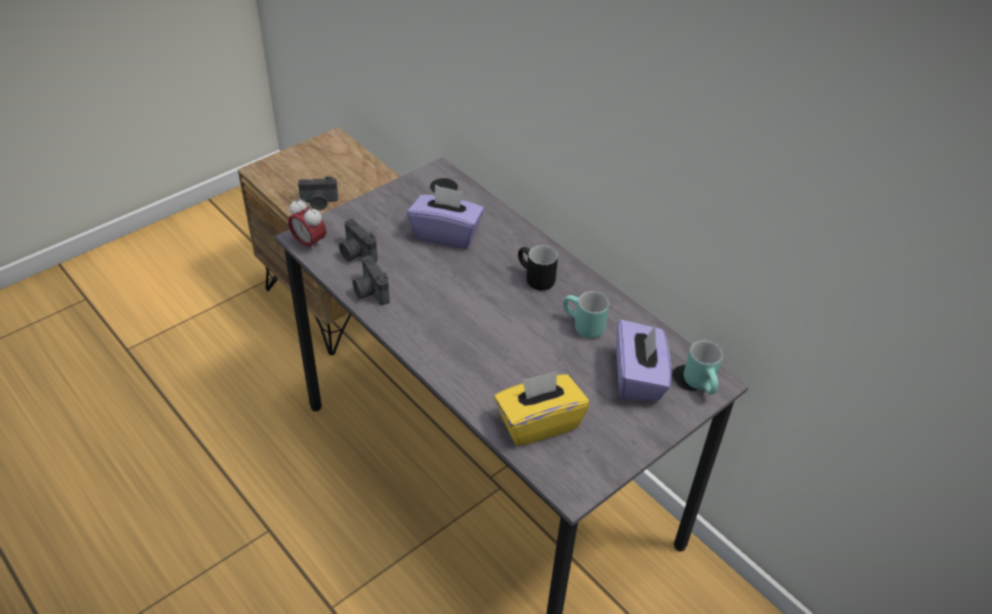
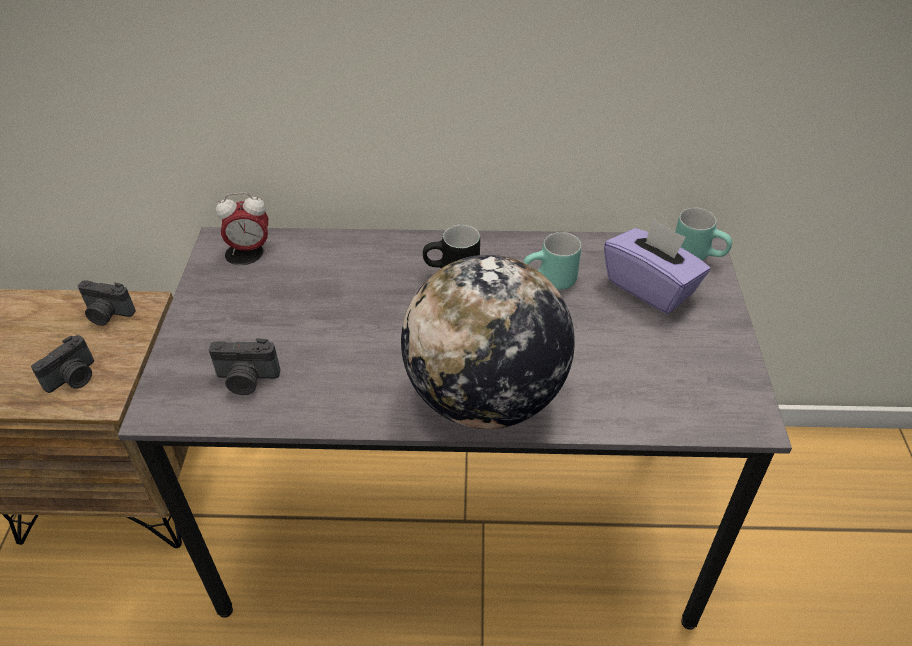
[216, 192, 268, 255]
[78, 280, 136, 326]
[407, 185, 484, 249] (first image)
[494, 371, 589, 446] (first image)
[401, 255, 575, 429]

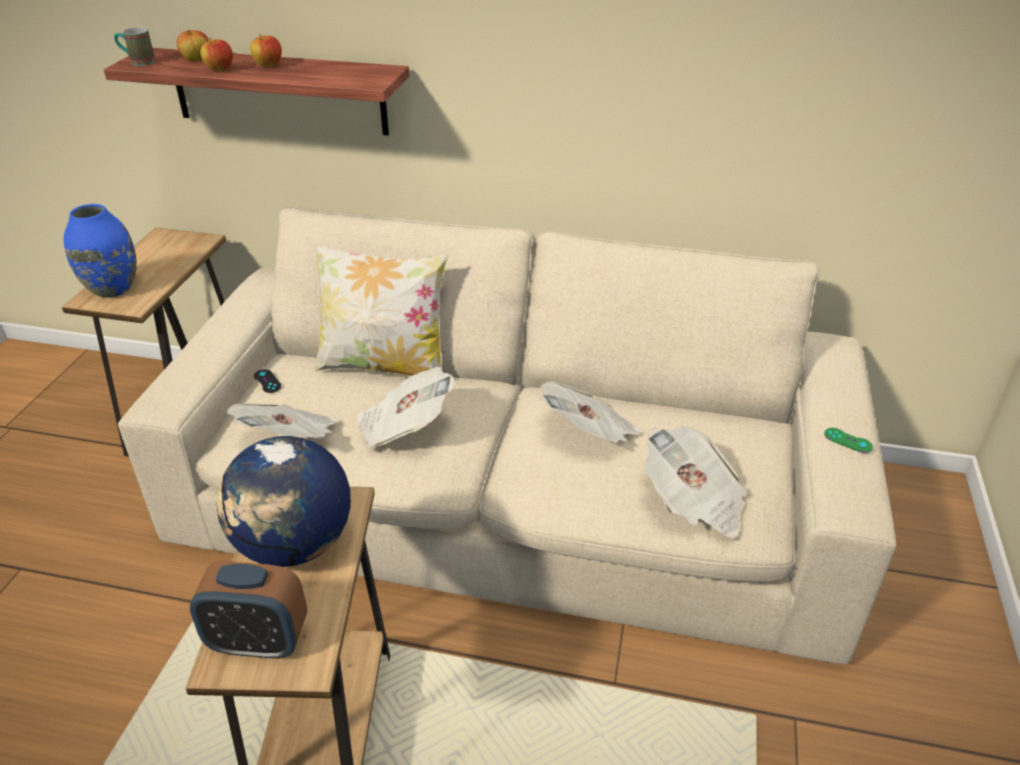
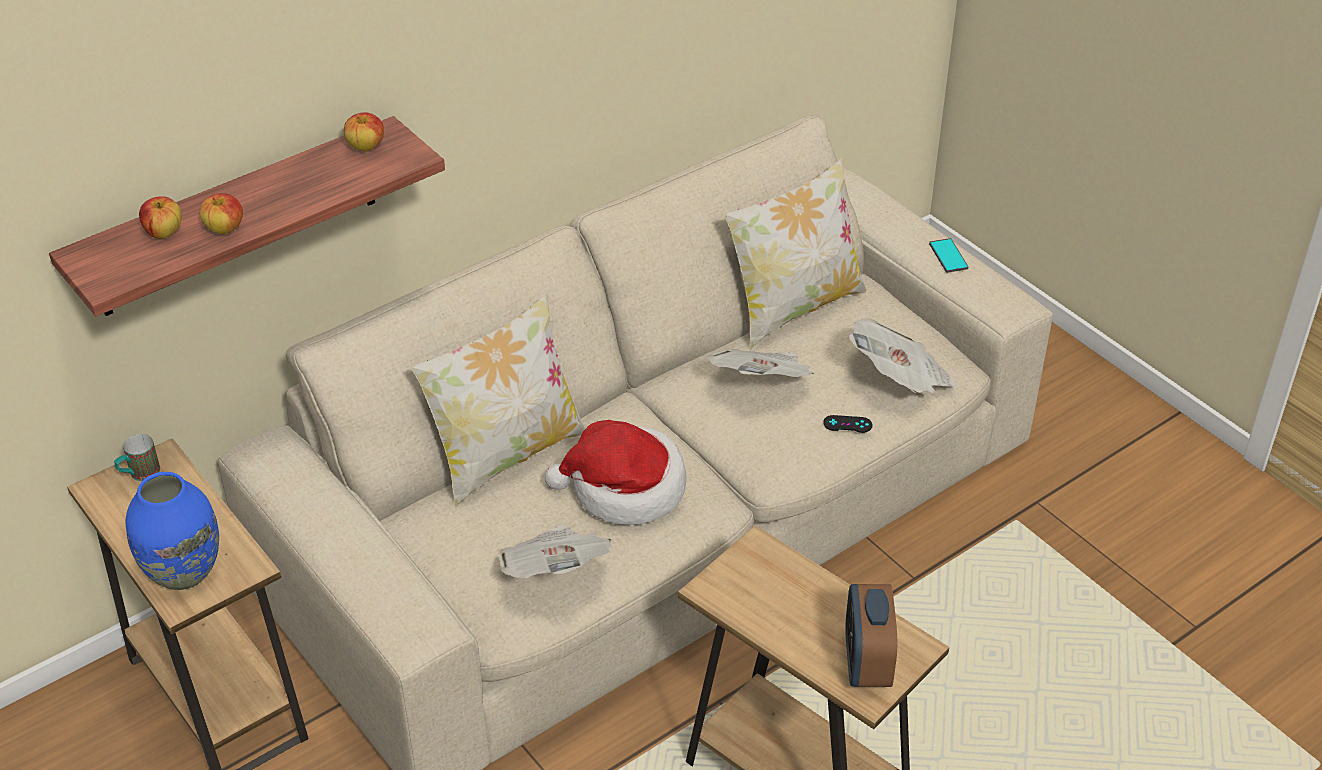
[114, 434, 160, 481]
[846, 584, 897, 687]
[217, 436, 351, 567] (first image)
[344, 112, 384, 152]
[823, 415, 873, 433]
[545, 420, 686, 525]
[929, 238, 968, 273]
[724, 157, 866, 348]

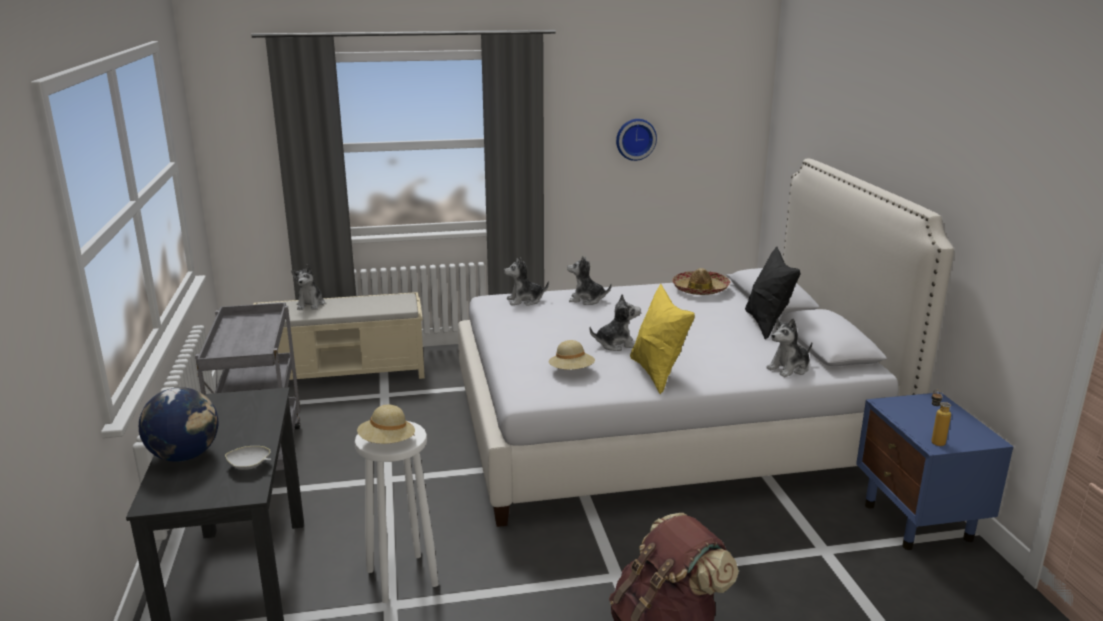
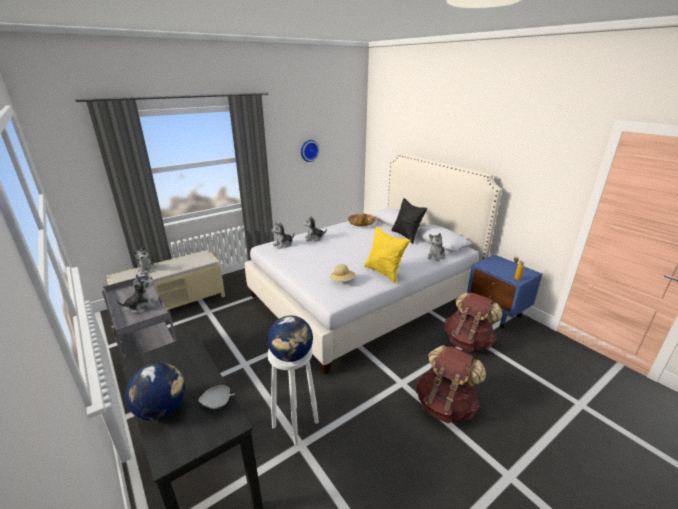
[268, 316, 313, 362]
[117, 274, 156, 313]
[444, 292, 502, 351]

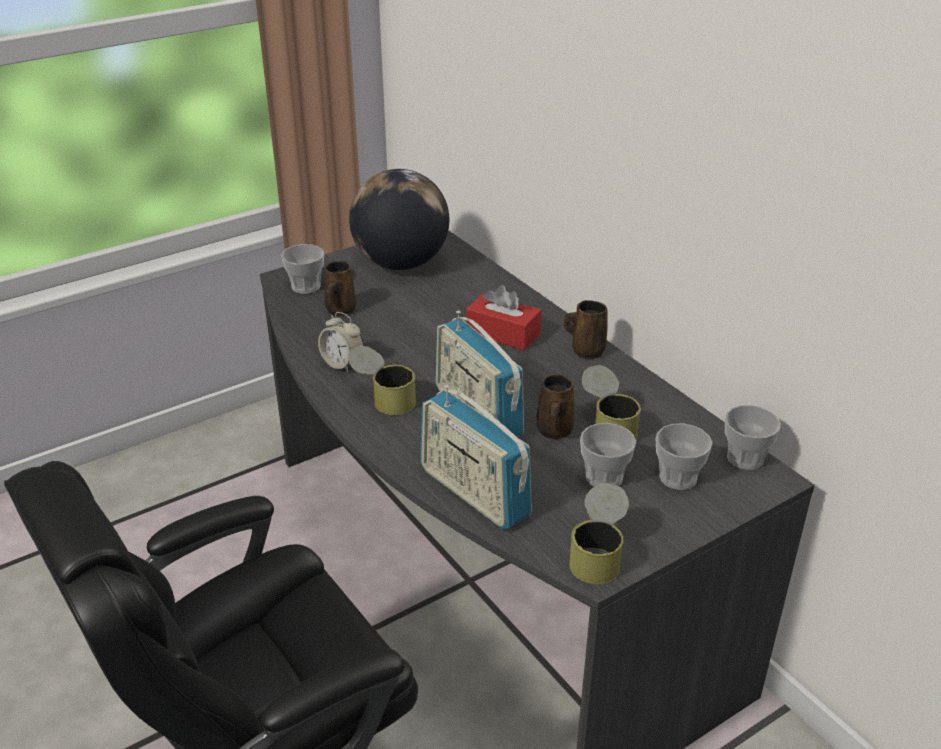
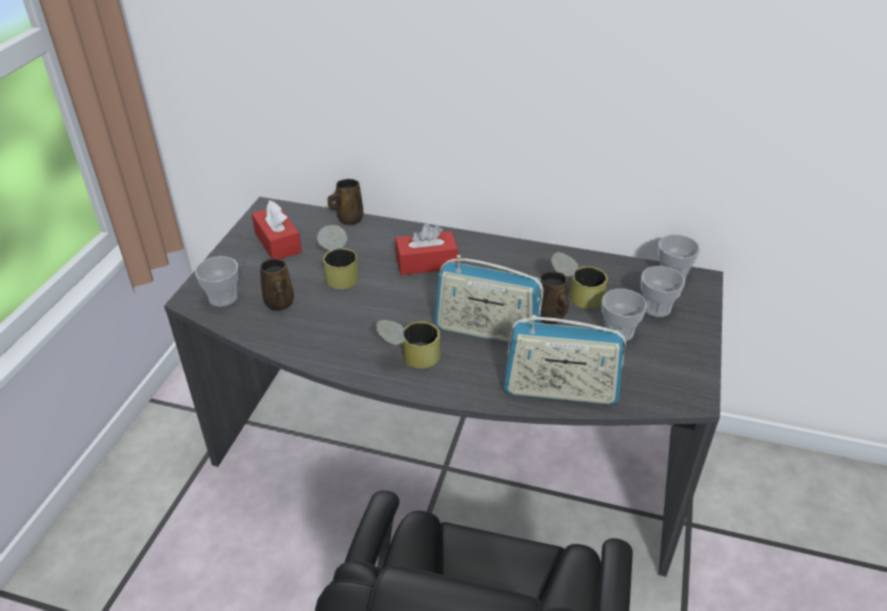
[318, 312, 364, 372] (first image)
[252, 200, 302, 259]
[328, 179, 363, 225]
[317, 225, 359, 289]

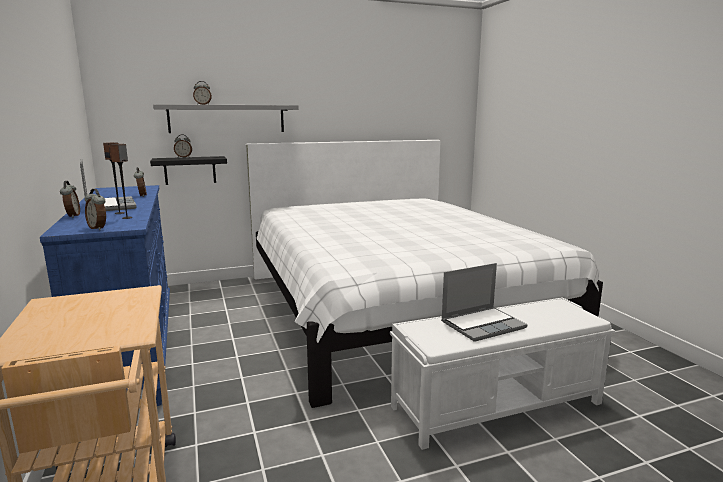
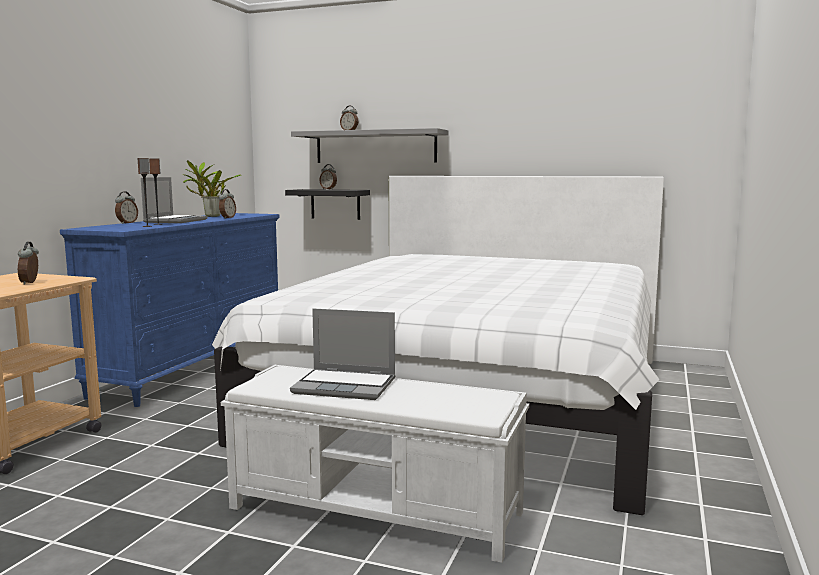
[18, 242, 39, 285]
[182, 160, 242, 217]

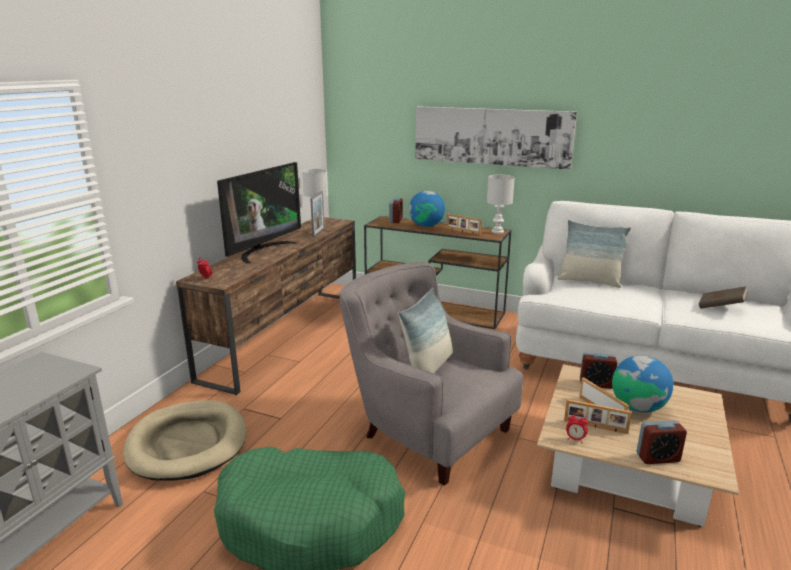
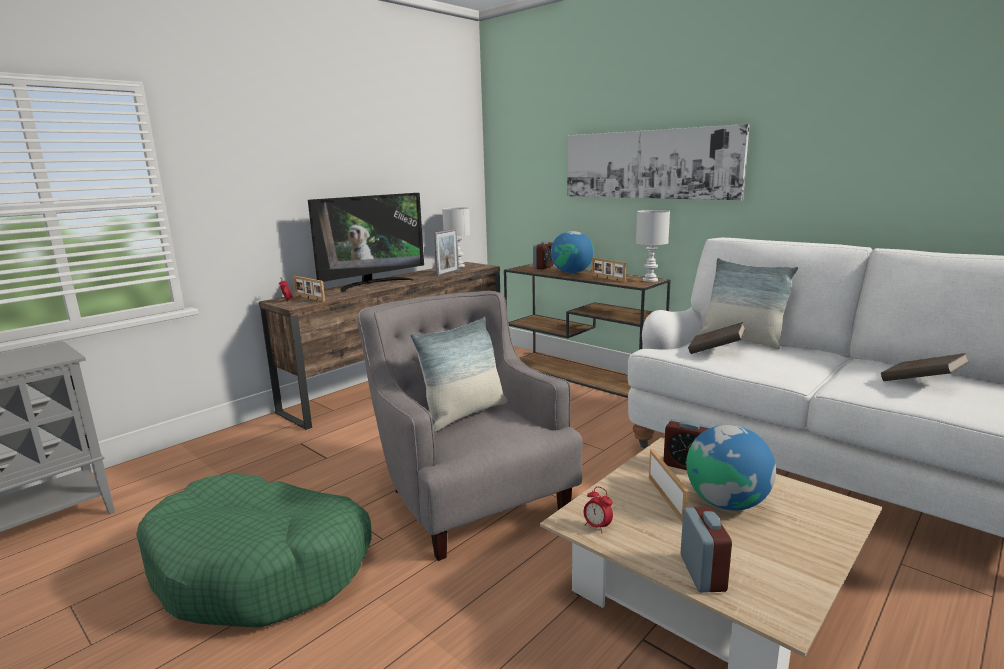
[123, 400, 247, 480] (first image)
[293, 276, 325, 302]
[681, 507, 732, 593]
[688, 322, 746, 354]

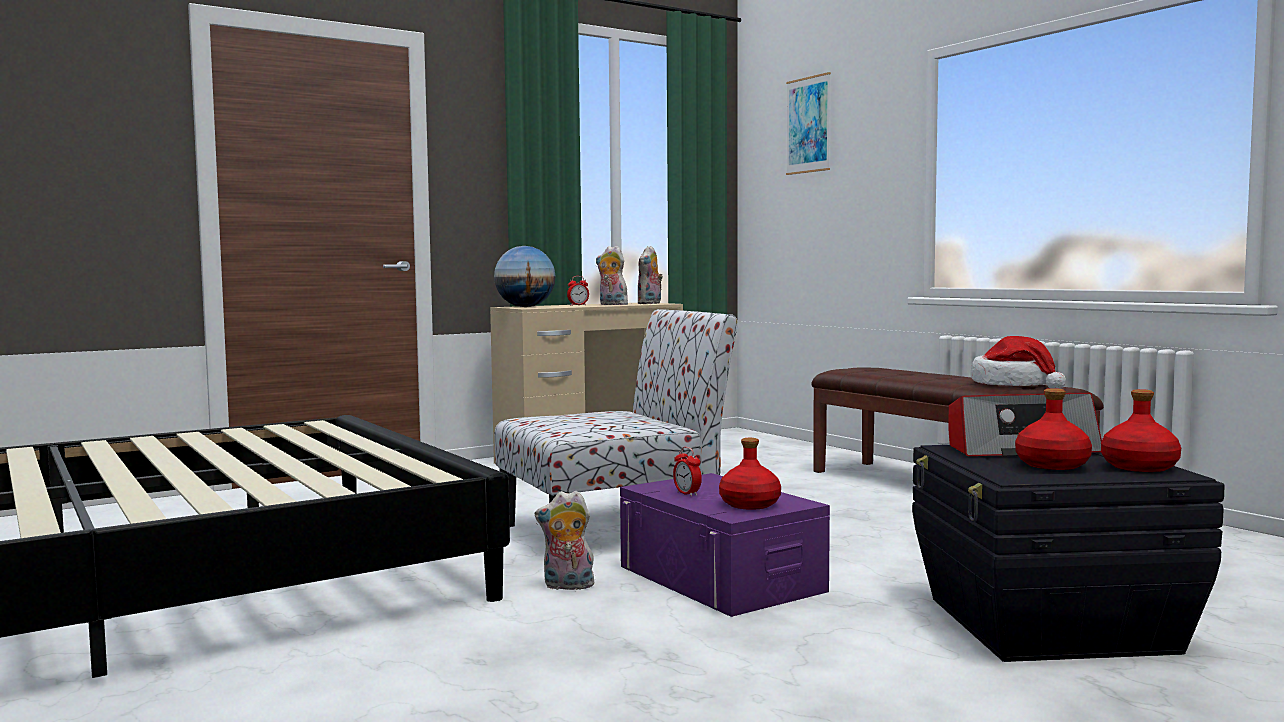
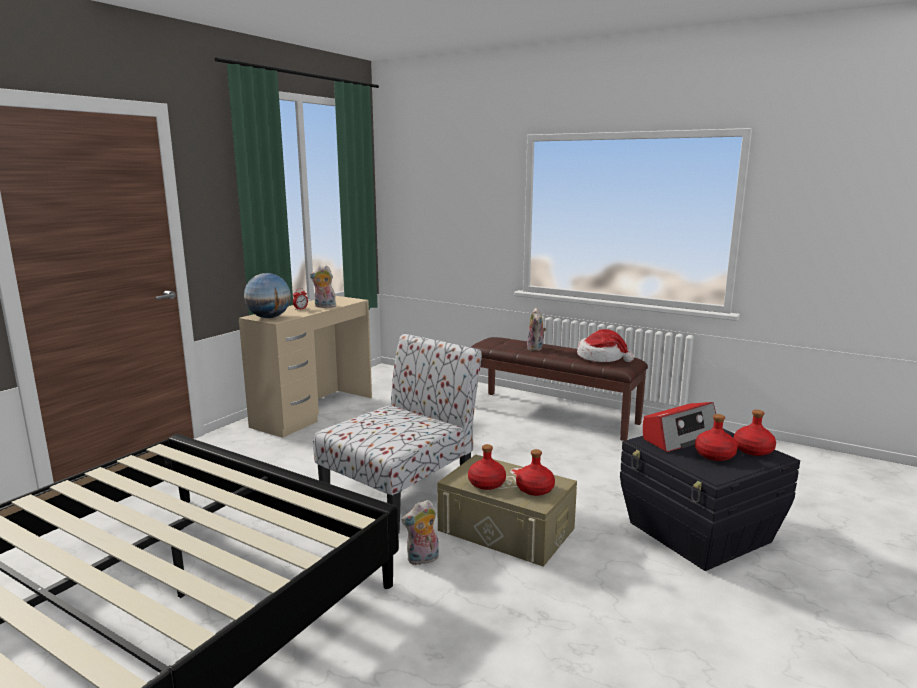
[437, 454, 577, 567]
[526, 307, 546, 351]
[468, 444, 506, 490]
[786, 72, 831, 175] (first image)

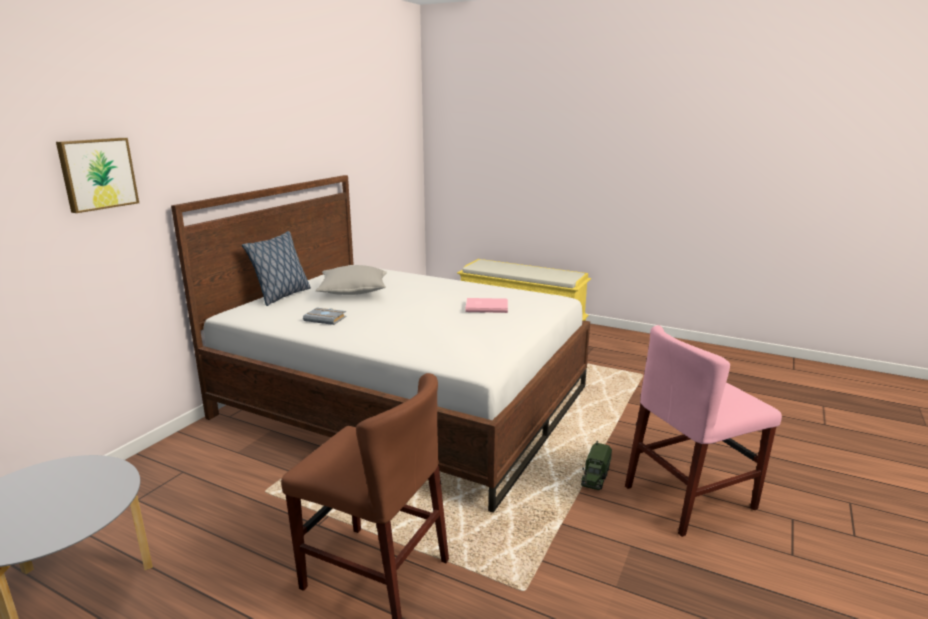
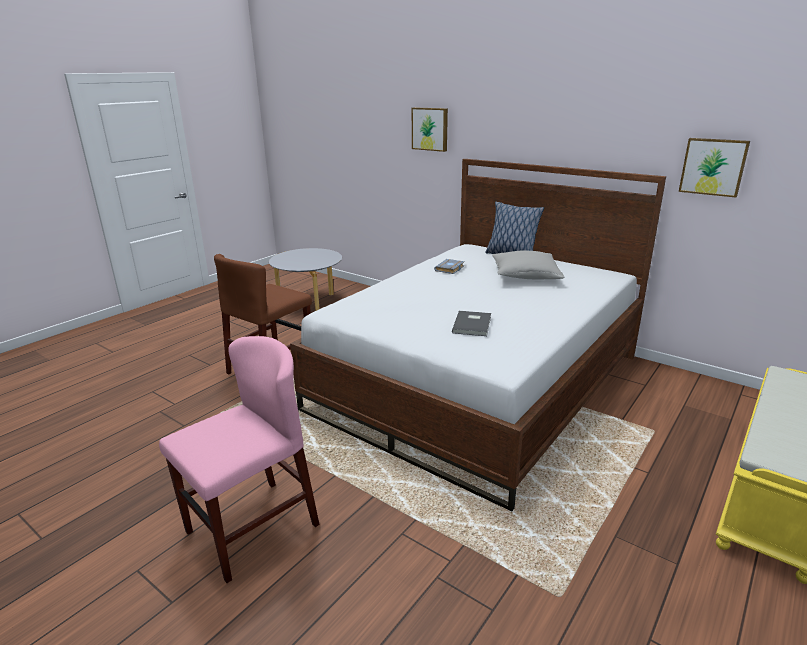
[452, 311, 491, 336]
[581, 441, 612, 490] (first image)
[159, 336, 319, 583]
[679, 138, 750, 198]

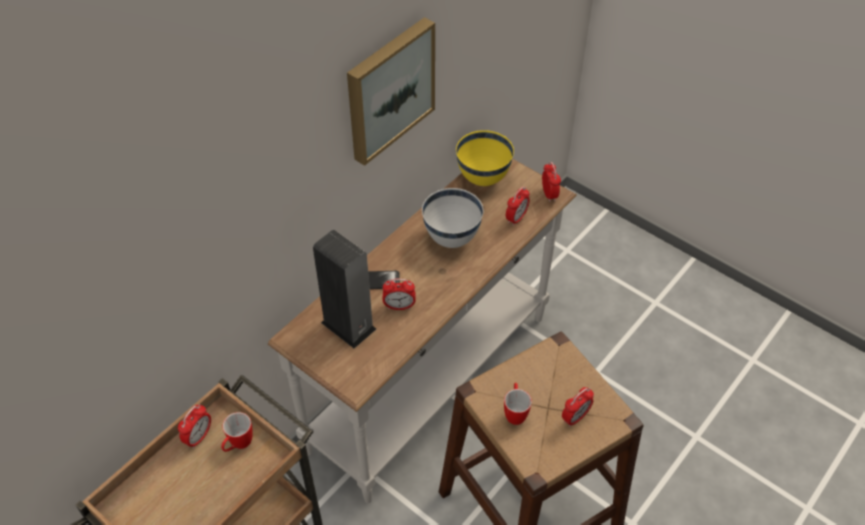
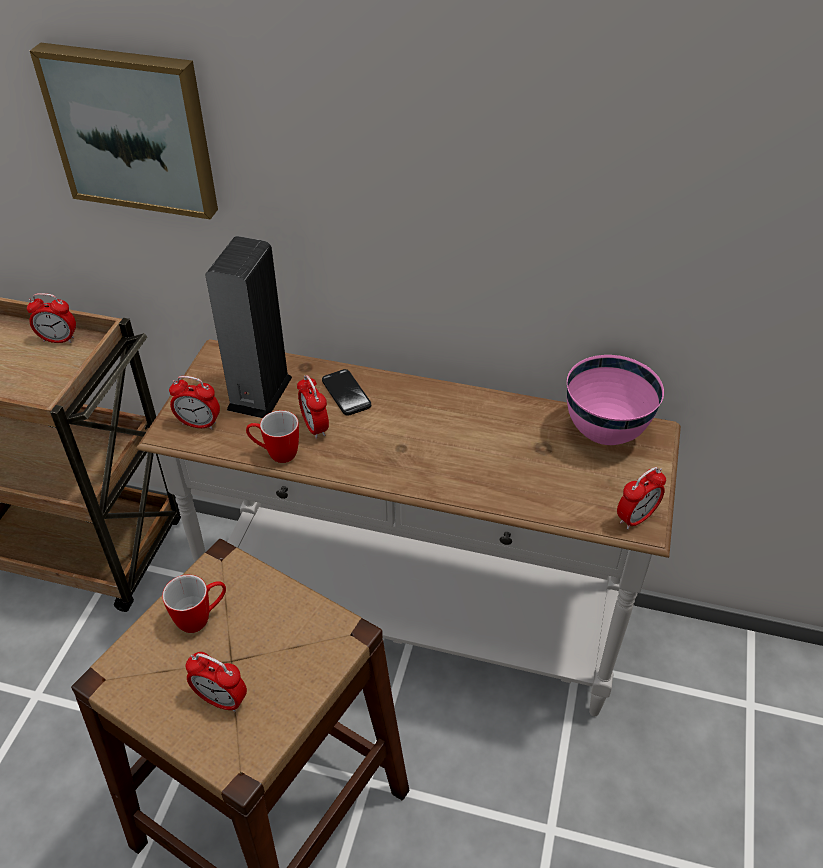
[246, 410, 299, 463]
[30, 43, 218, 220]
[422, 188, 483, 248] (first image)
[567, 355, 664, 445]
[169, 376, 220, 430]

